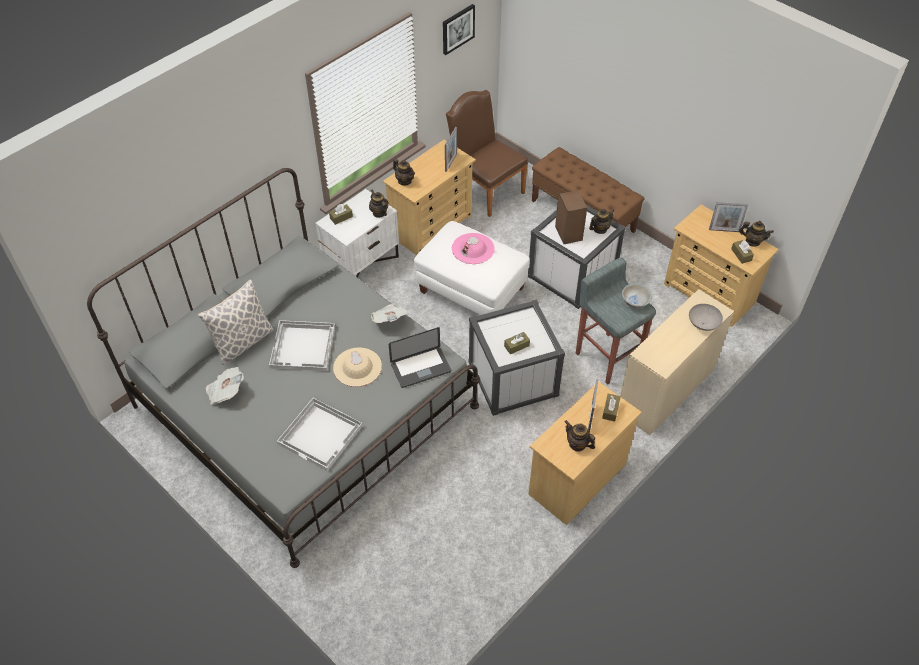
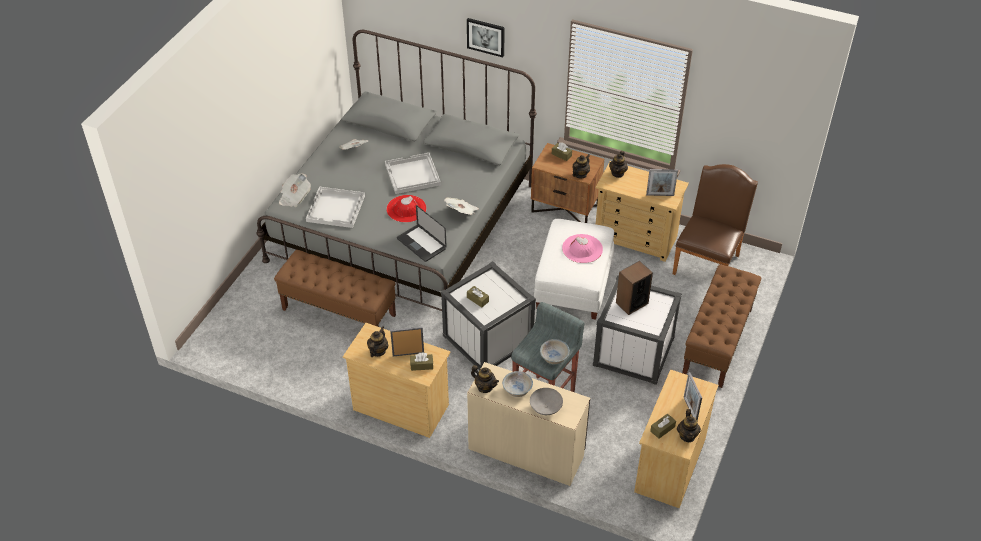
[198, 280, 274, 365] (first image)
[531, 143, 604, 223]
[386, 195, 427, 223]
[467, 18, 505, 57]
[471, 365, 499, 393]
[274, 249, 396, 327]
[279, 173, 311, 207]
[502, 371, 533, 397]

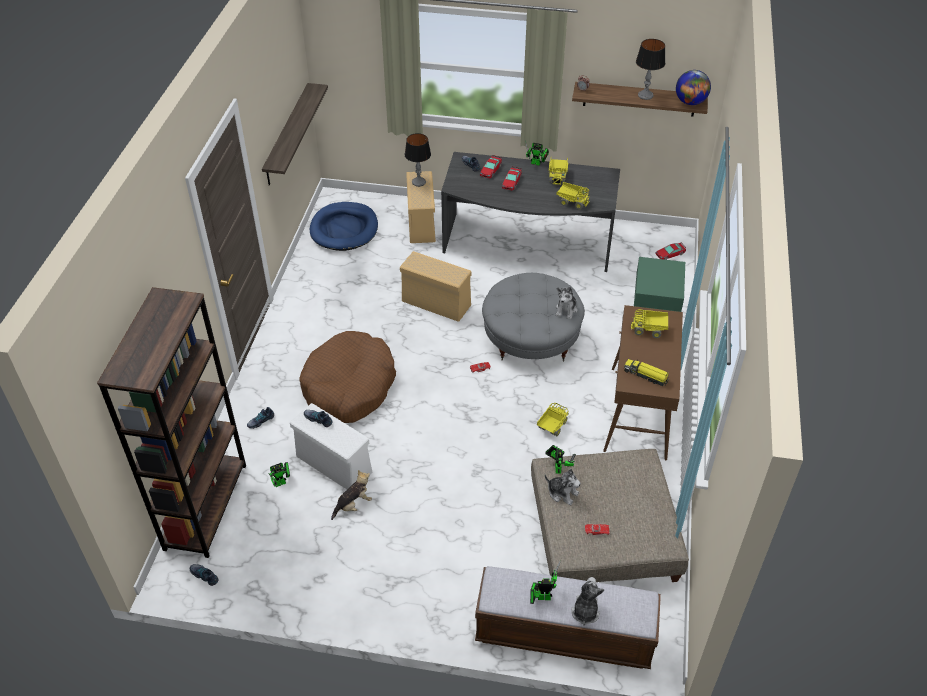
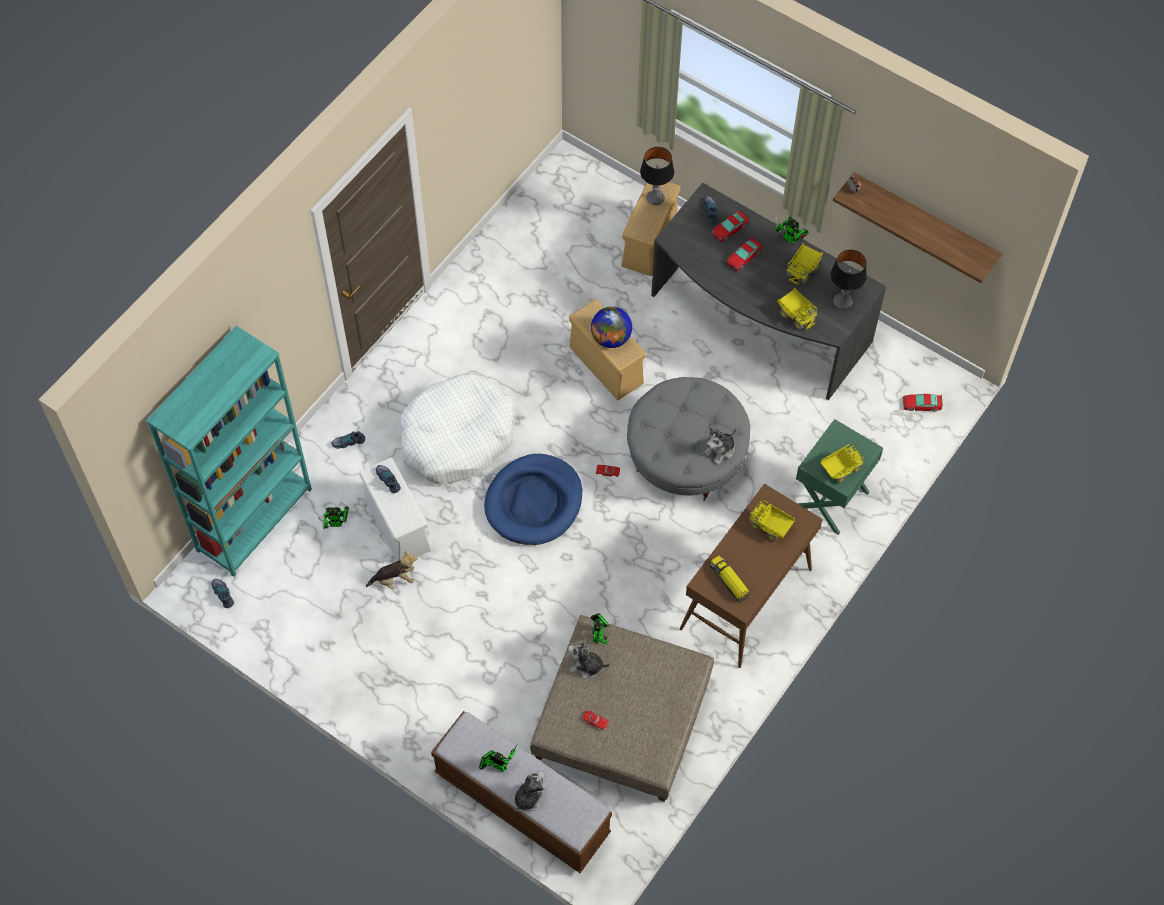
[146, 326, 312, 577]
[262, 83, 328, 185] (first image)
[401, 374, 516, 484]
[484, 454, 582, 545]
[820, 444, 864, 483]
[568, 637, 610, 679]
[830, 250, 867, 309]
[591, 307, 632, 348]

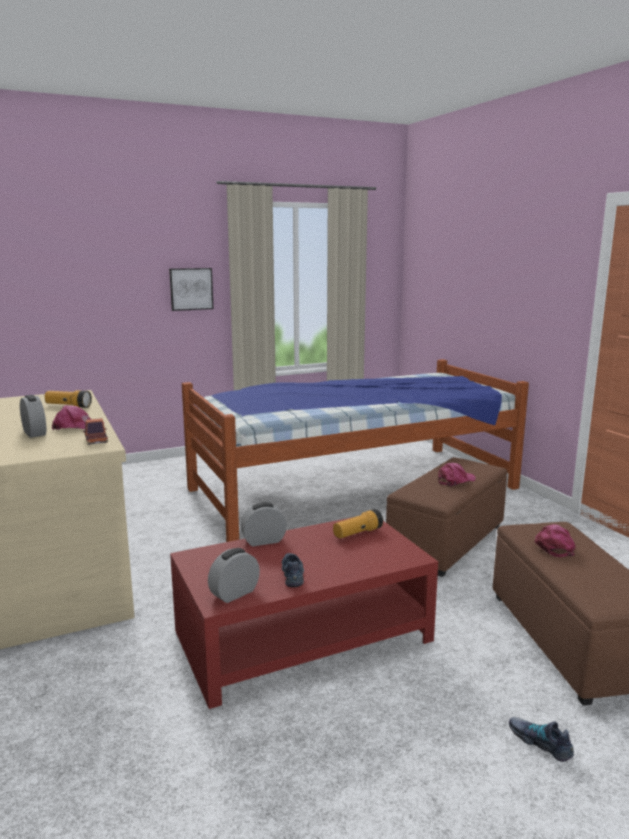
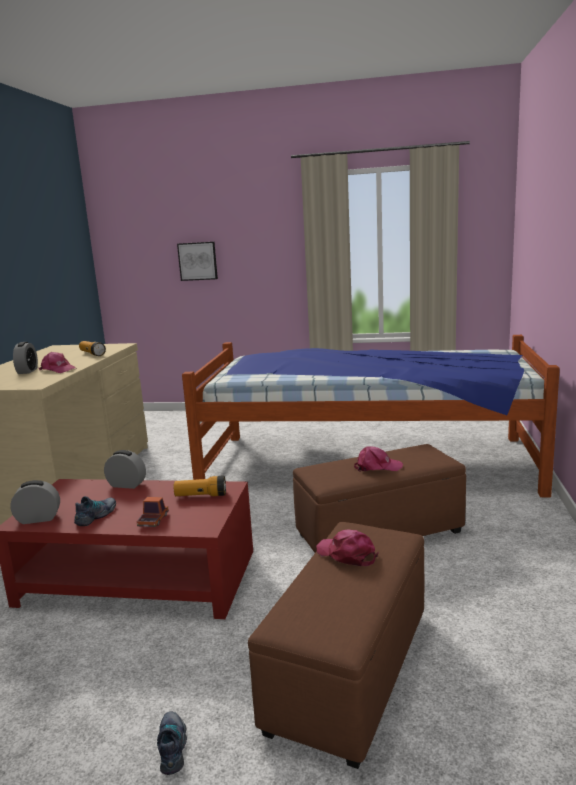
[137, 497, 169, 527]
[177, 242, 218, 281]
[316, 529, 379, 566]

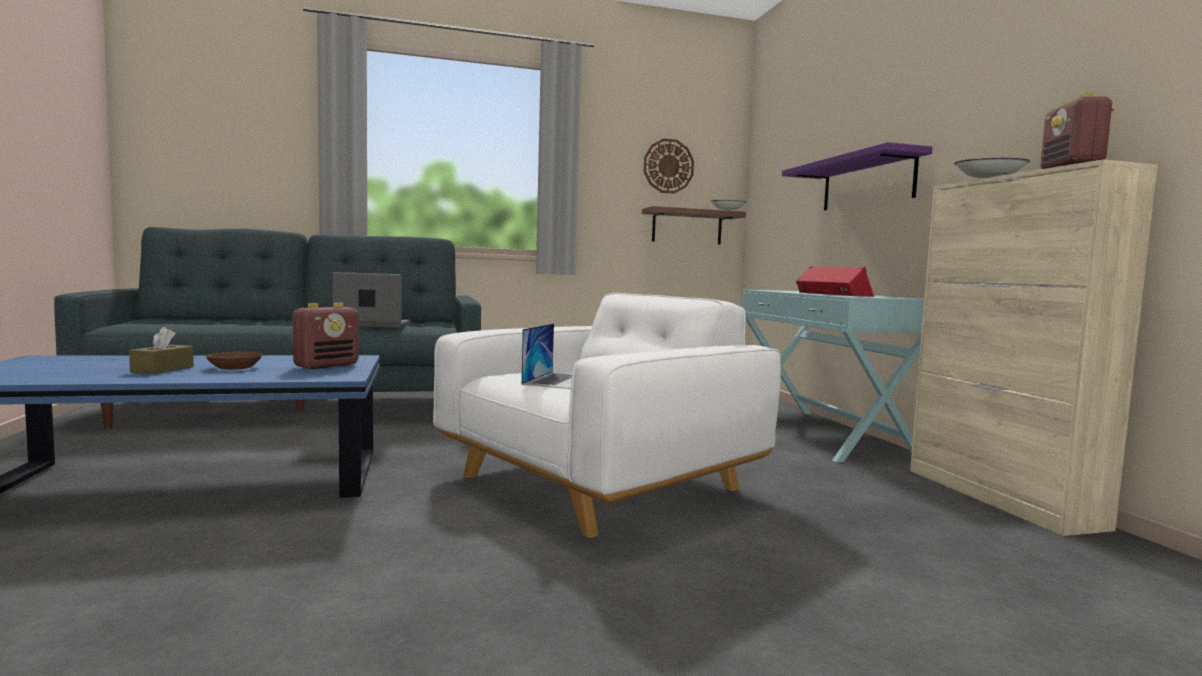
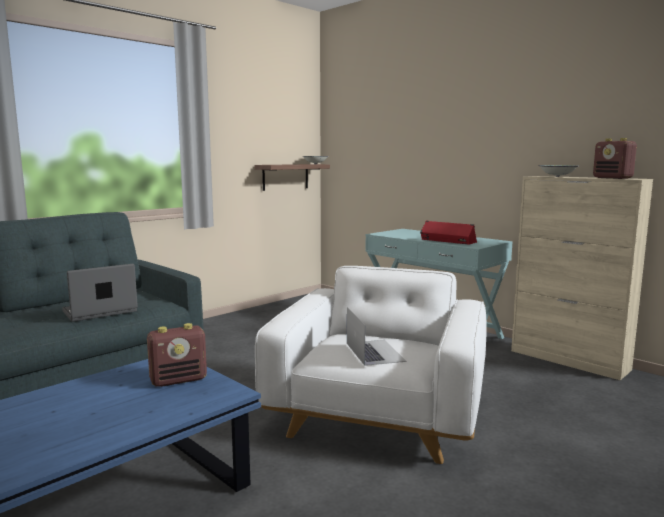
[129, 327, 194, 374] (first image)
[206, 352, 262, 370] (first image)
[147, 323, 207, 387]
[644, 139, 694, 194] (first image)
[782, 142, 933, 210] (first image)

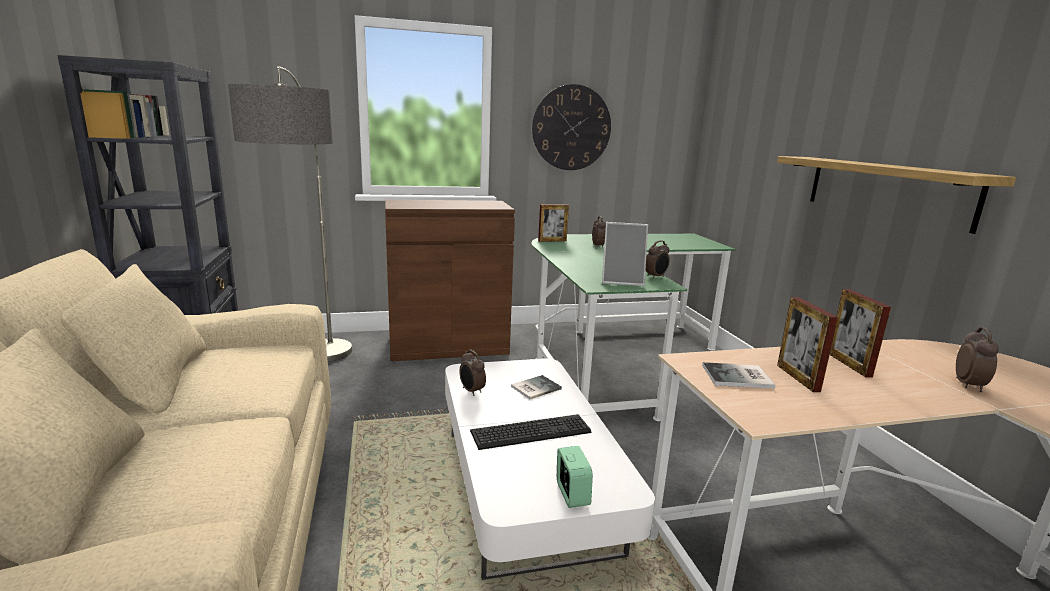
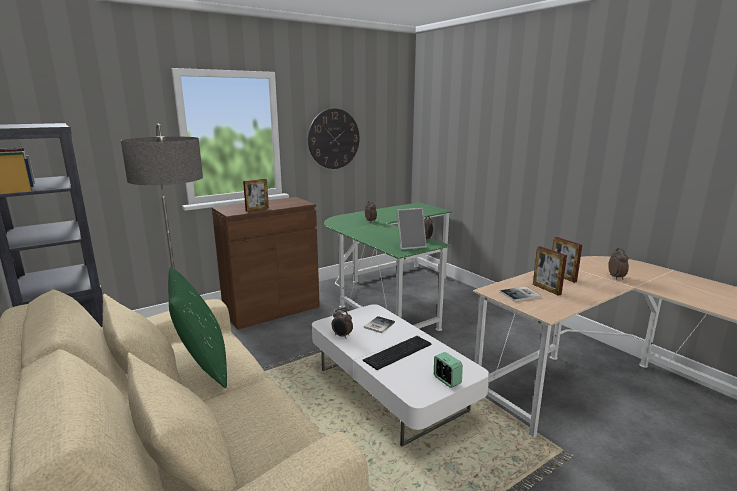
[243, 179, 269, 212]
[777, 156, 1016, 234] (first image)
[168, 267, 227, 388]

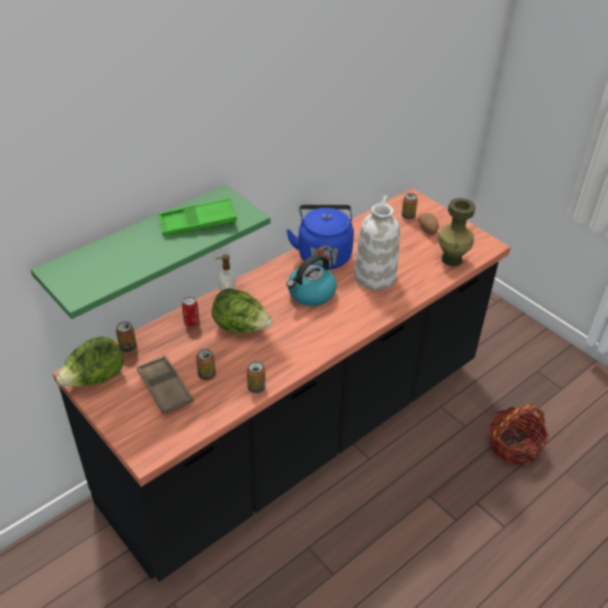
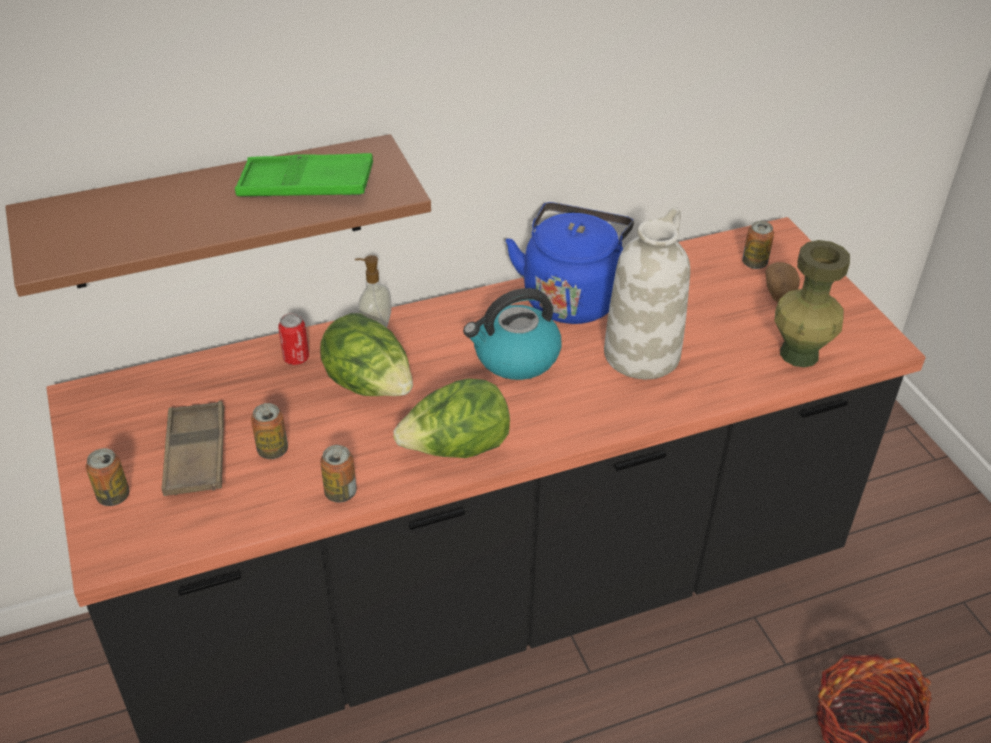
[5, 134, 431, 297]
[393, 379, 510, 458]
[86, 448, 130, 506]

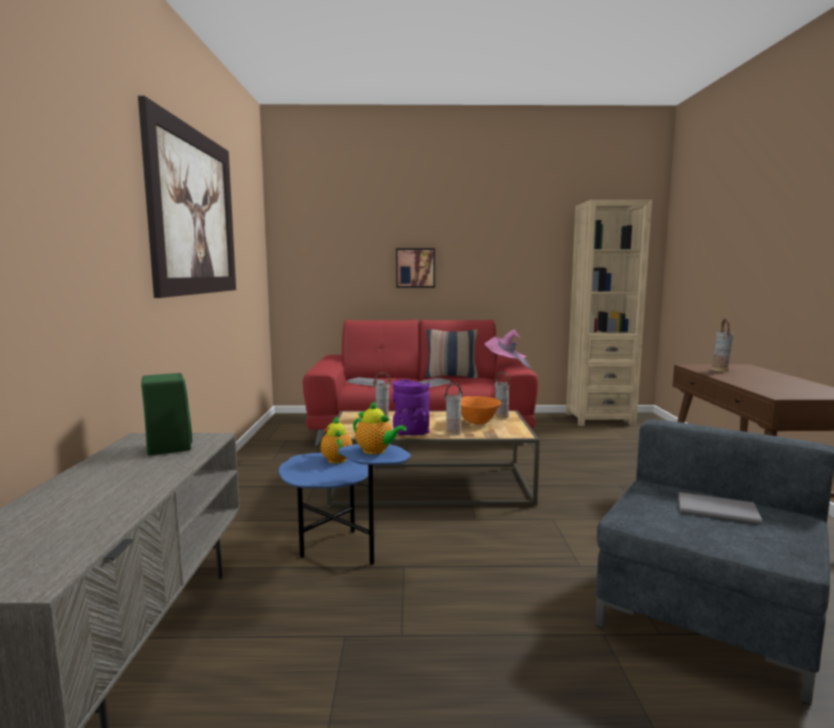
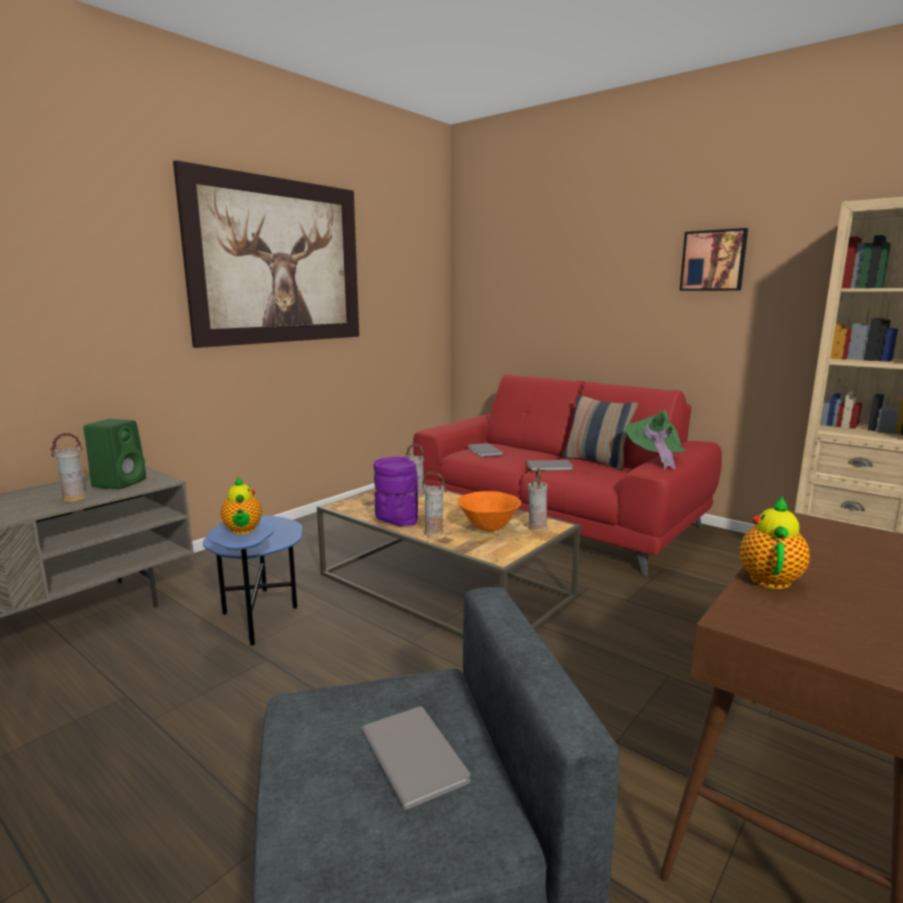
[740, 496, 810, 589]
[679, 228, 748, 291]
[625, 410, 686, 469]
[50, 433, 86, 502]

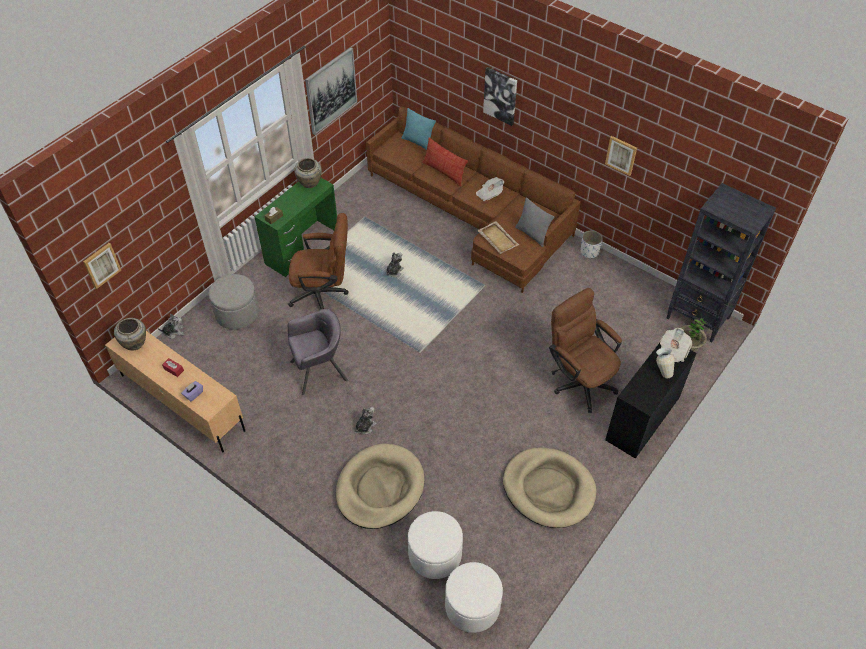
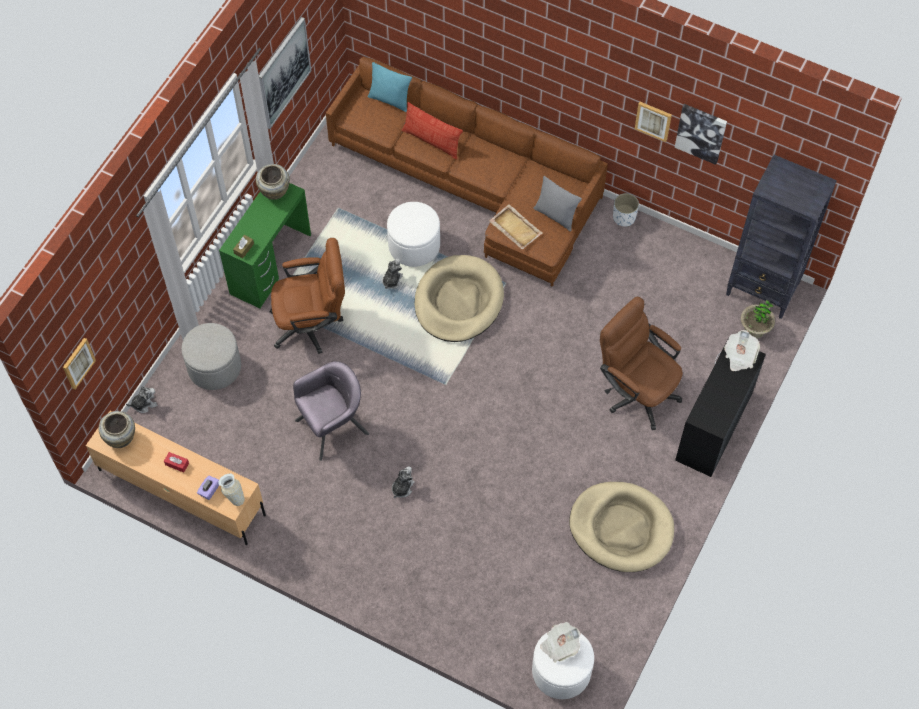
[414, 255, 504, 342]
[387, 202, 440, 267]
[540, 622, 581, 663]
[675, 104, 727, 165]
[218, 474, 245, 506]

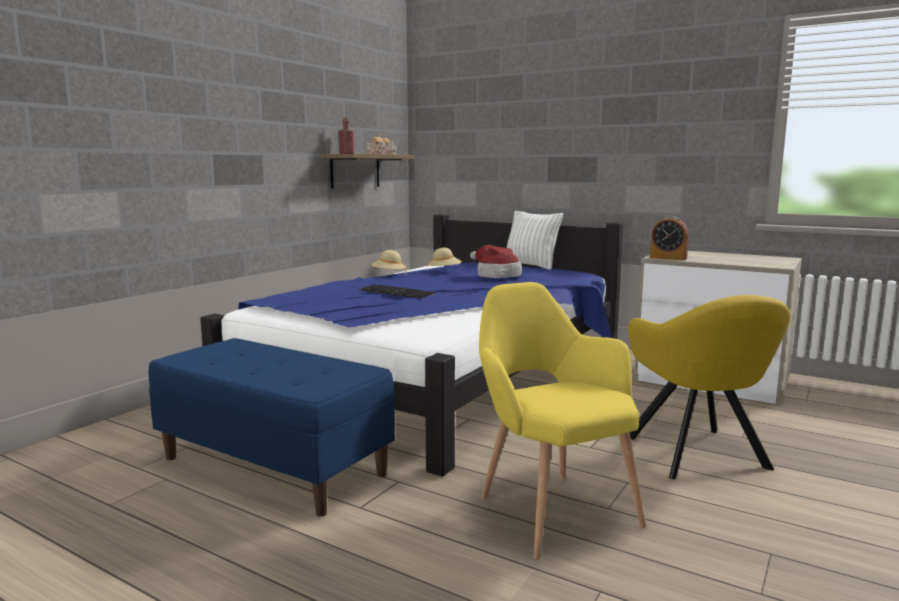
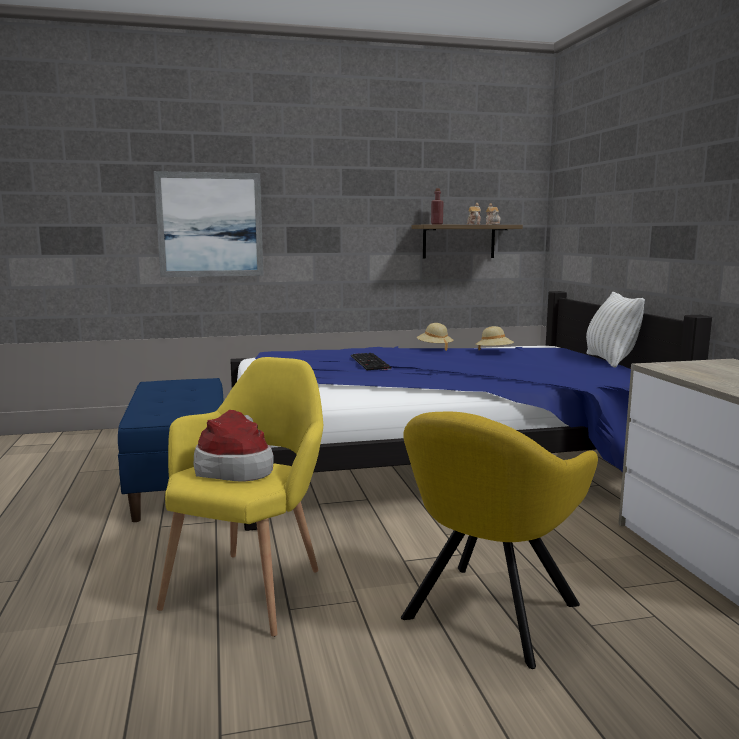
[194, 410, 274, 482]
[650, 216, 689, 261] (first image)
[154, 171, 263, 277]

